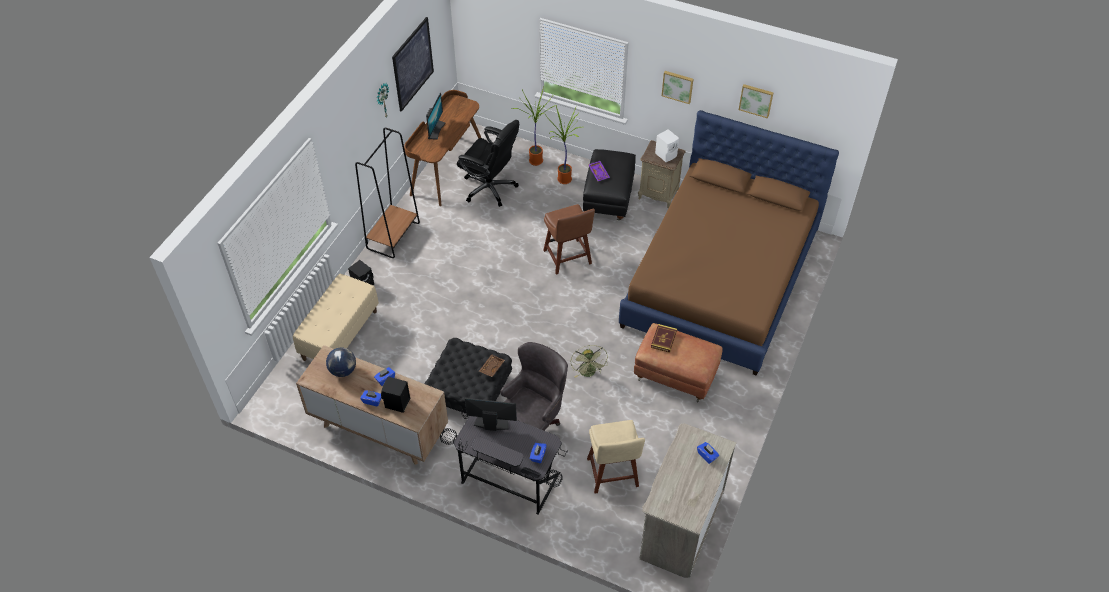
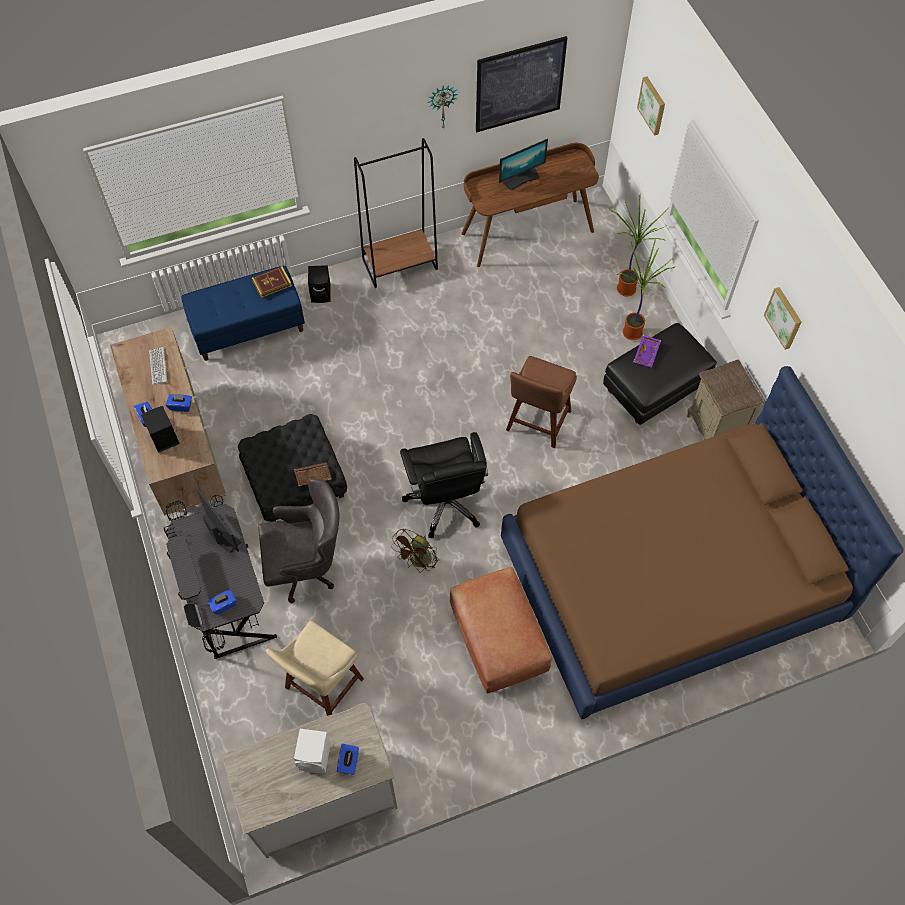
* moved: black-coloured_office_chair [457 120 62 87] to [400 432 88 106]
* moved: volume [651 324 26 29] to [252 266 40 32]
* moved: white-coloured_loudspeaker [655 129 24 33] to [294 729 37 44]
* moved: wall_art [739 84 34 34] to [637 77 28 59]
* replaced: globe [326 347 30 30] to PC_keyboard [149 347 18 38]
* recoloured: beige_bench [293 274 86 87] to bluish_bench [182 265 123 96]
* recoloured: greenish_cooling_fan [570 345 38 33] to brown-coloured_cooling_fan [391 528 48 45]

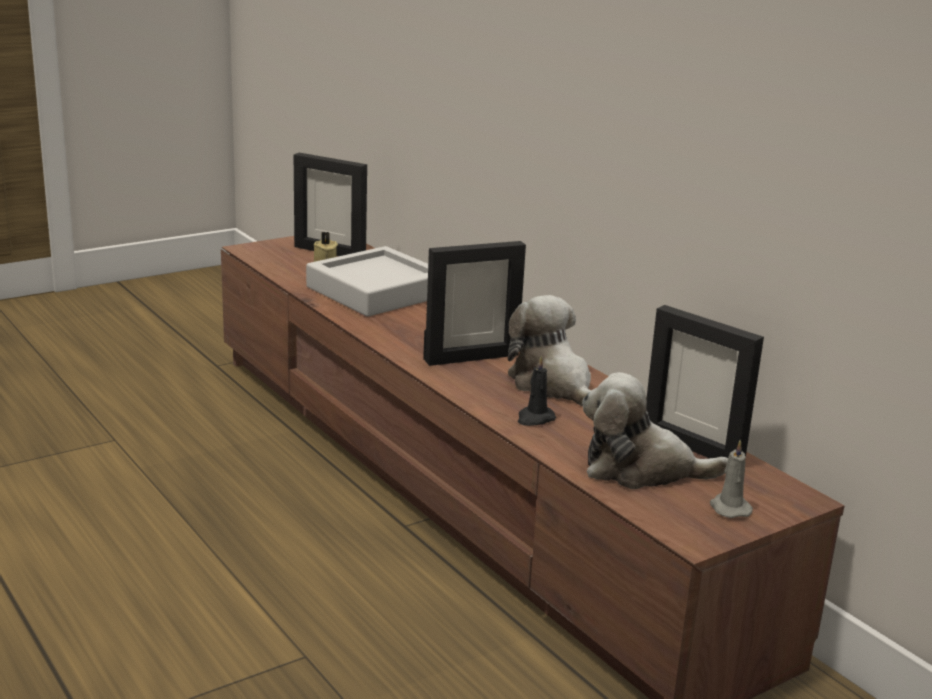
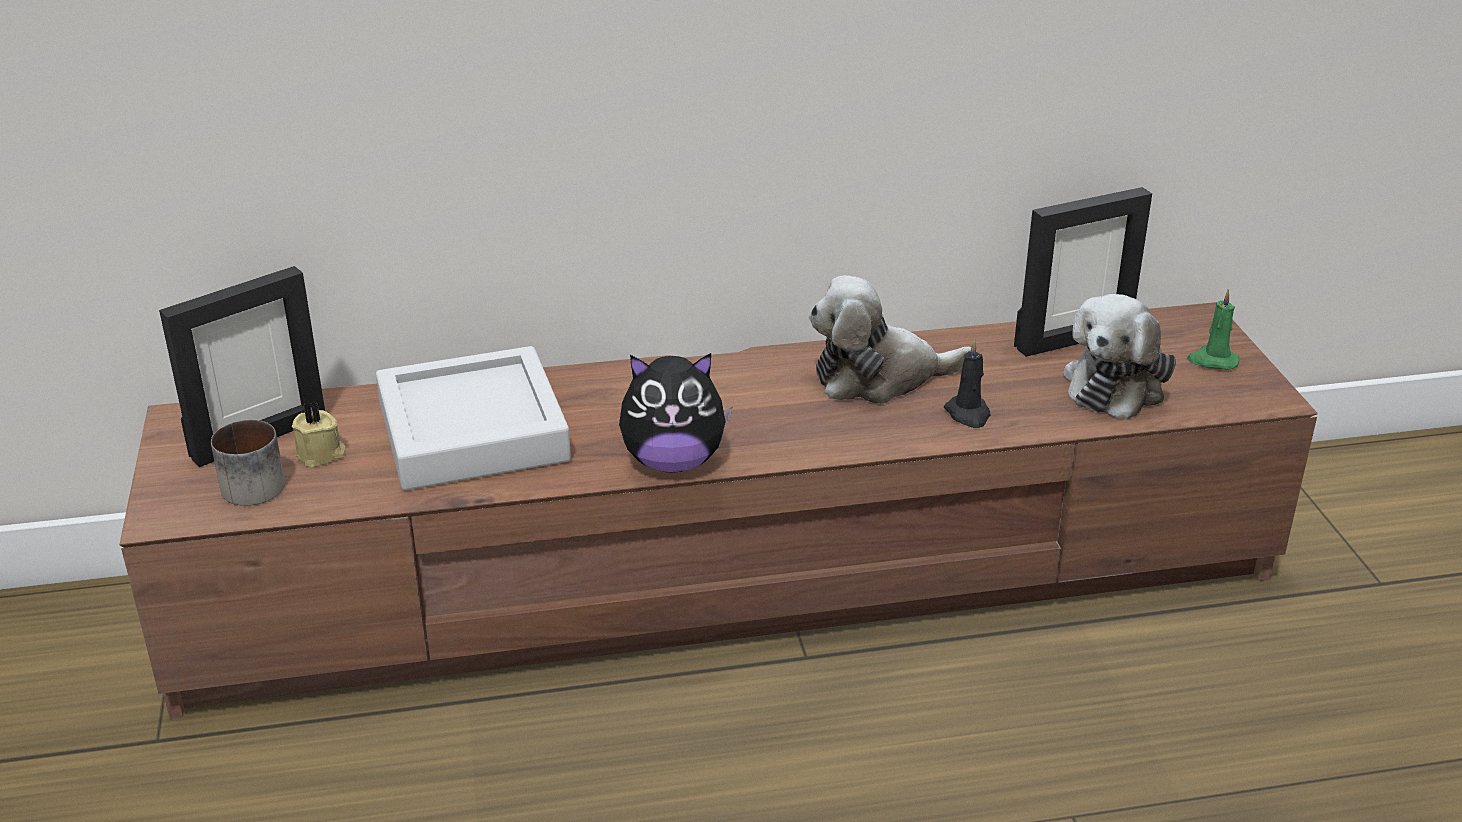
* removed: standing_frame [423 241 103 125]
* added: coffee_mug [211 420 74 86]
* added: soft_toy [619 353 113 120]
* recoloured: greyish_candle [710 439 43 79] to greenish_candle [1187 289 53 81]

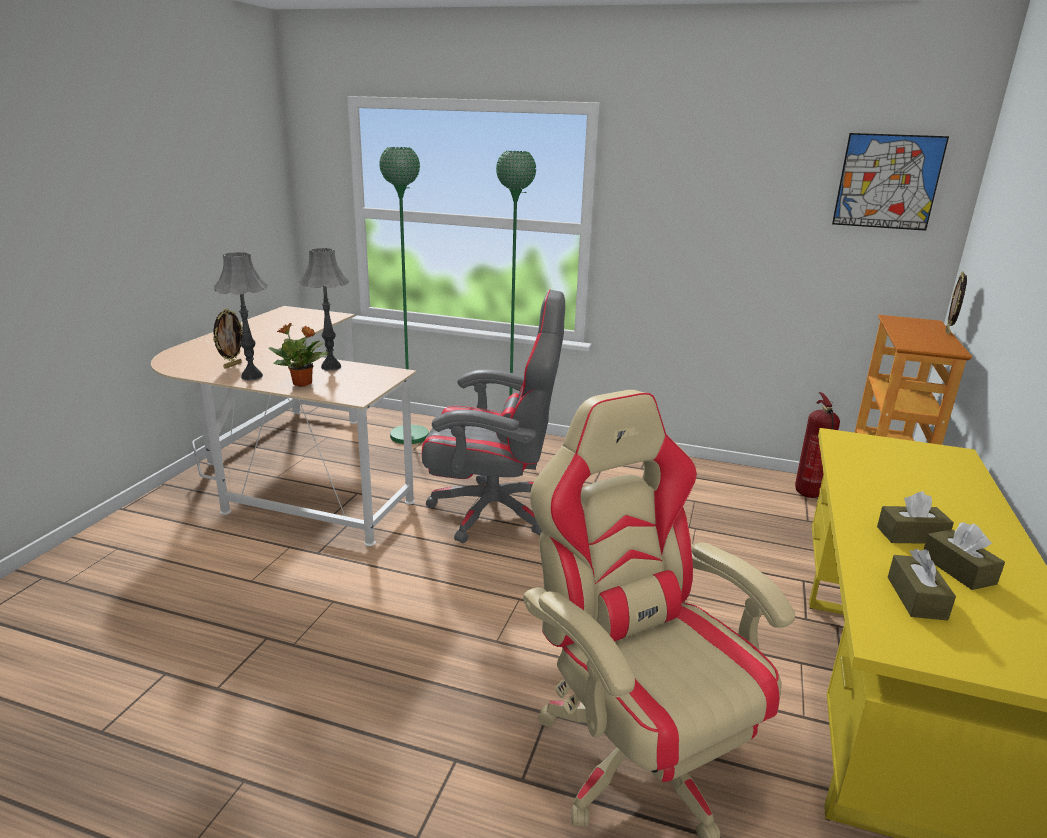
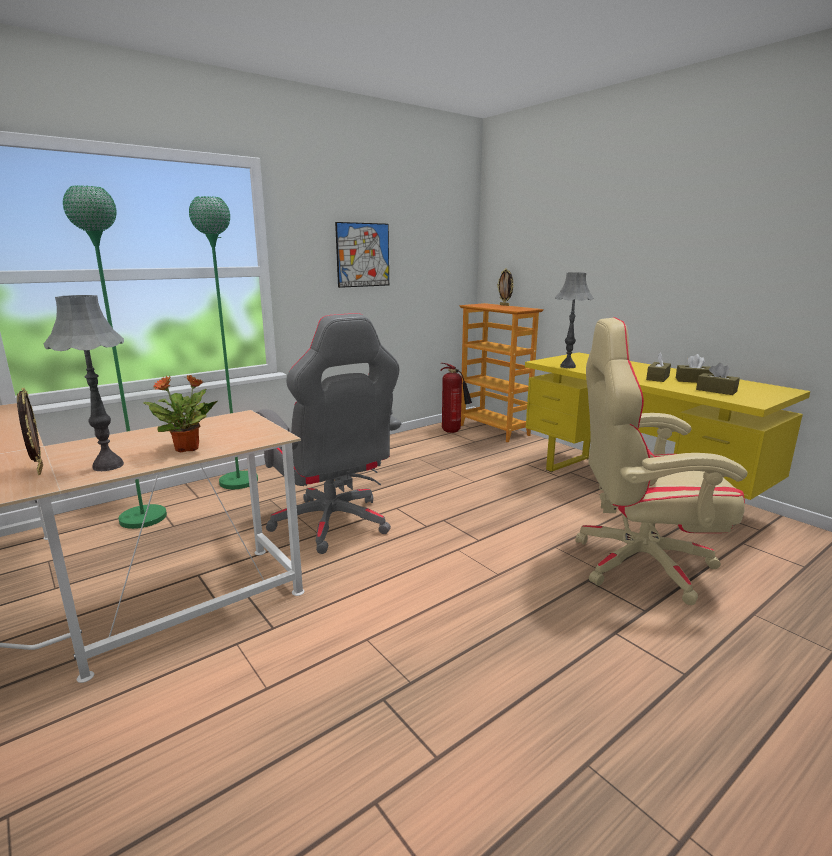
* moved: greyish_table_lamp [299 248 50 123] to [555 272 39 96]
* moved: wall_art [832 133 117 98] to [335 222 54 66]
* turned: greyish_office_chair [422 290 143 253] = [256 313 145 241] 105 degrees clockwise

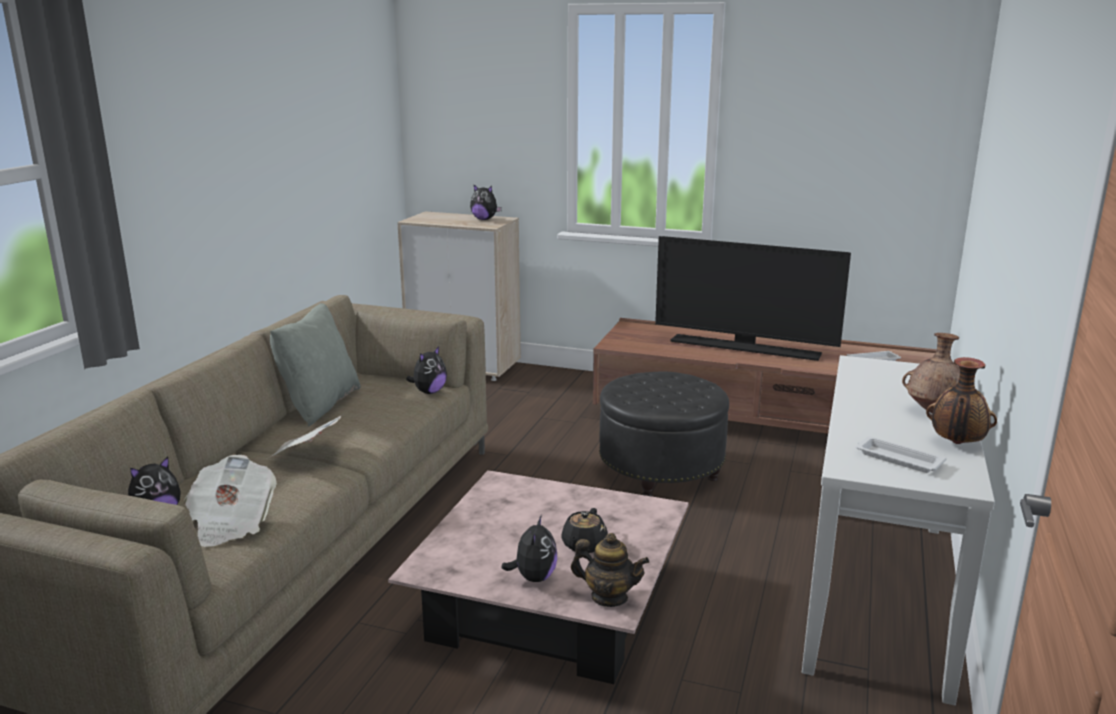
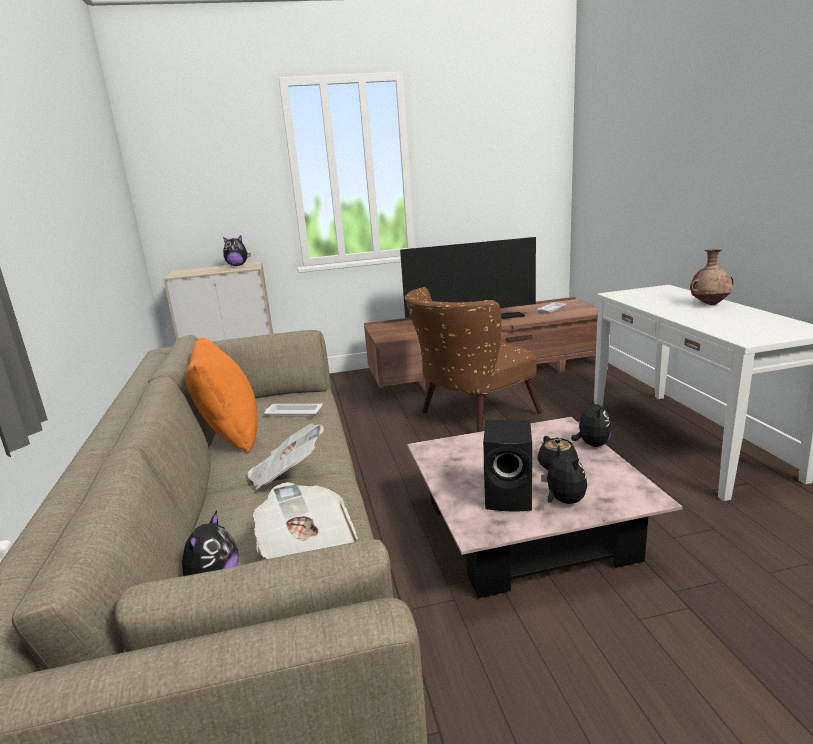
* removed: tea_pot [571 533 78 74]
* removed: flower_vase [926 357 71 87]
* added: black-coloured_loudspeaker [483 420 49 91]
* moved: soft_toy [406 346 41 48] to [571 398 40 49]
* moved: white-coloured_carrying_tray [856 436 91 37] to [264 403 59 14]
* replaced: black-coloured_pouffe [599 371 130 125] to brown-coloured_lounge_chair [404 287 138 145]
* recoloured: greyish_throw_pillow [270 303 91 124] to orange-coloured_throw_pillow [186 338 72 115]

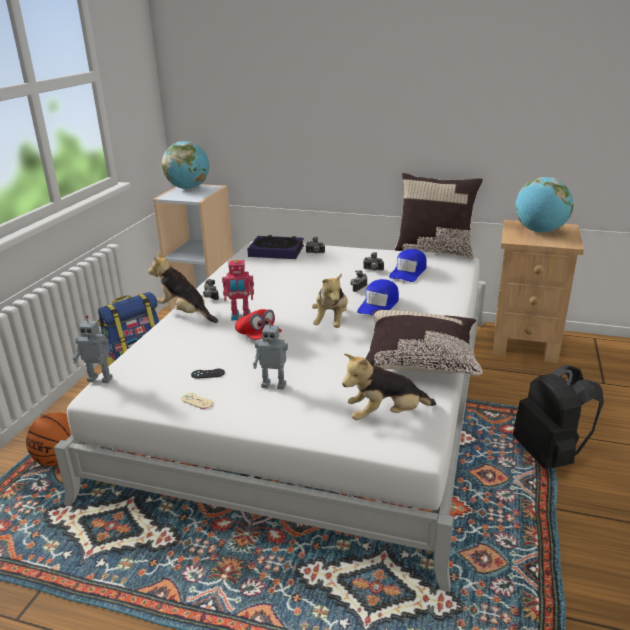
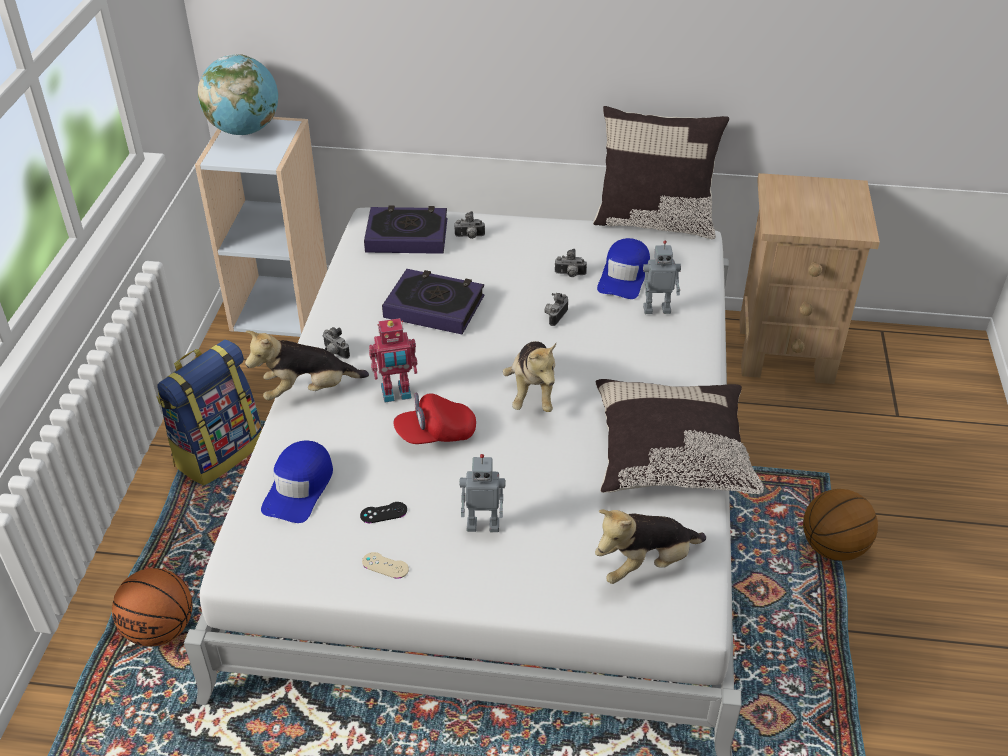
* removed: globe [515 177 58 56]
* added: volume [382 269 102 65]
* moved: model_robot [72 315 41 68] to [643 240 38 74]
* moved: bluish_cap [357 279 42 36] to [261 441 72 82]
* replaced: black-coloured_knapsack [513 365 91 103] to basketball_ball [803 489 75 72]
* turned: soft_toy [148 252 70 71] = [245 331 124 69] 45 degrees counterclockwise
* turned: reddish_cap [235 309 47 31] = [393 392 83 52] 120 degrees clockwise

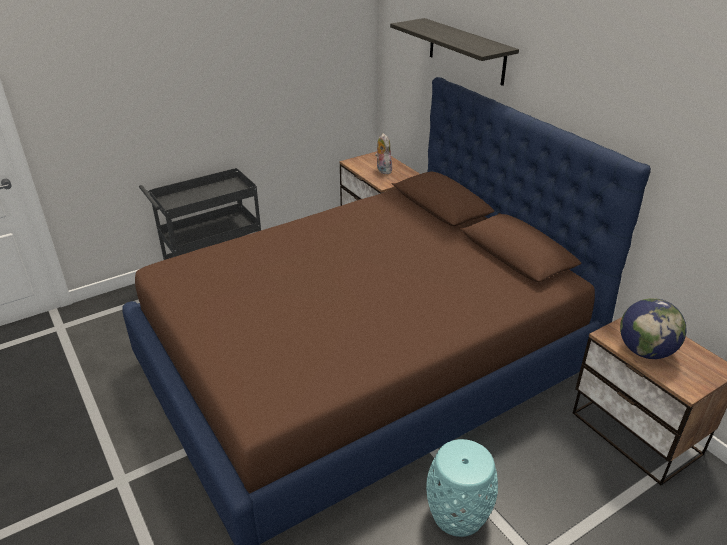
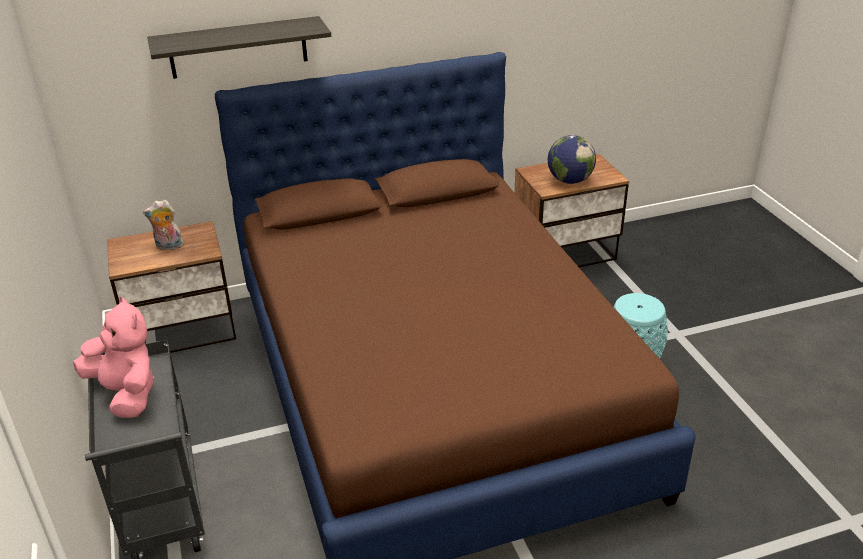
* added: pinkish_soft_toy [73 297 81 121]

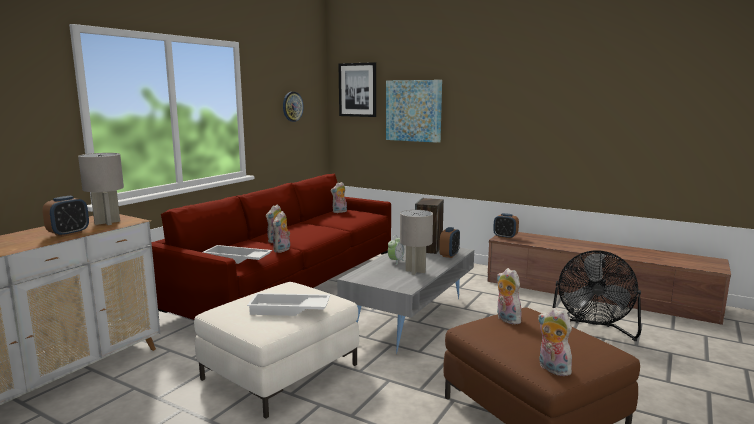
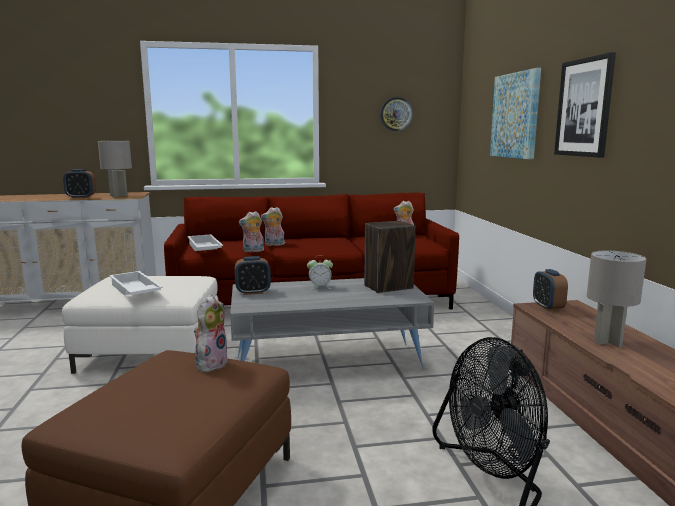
* removed: soft_toy [538 308 34 68]
* moved: wall_art [338 62 38 55] to [554 52 62 106]
* moved: greyish_table_lamp [400 210 33 65] to [587 251 59 96]
* moved: table_clock [439 227 21 31] to [235 256 36 39]

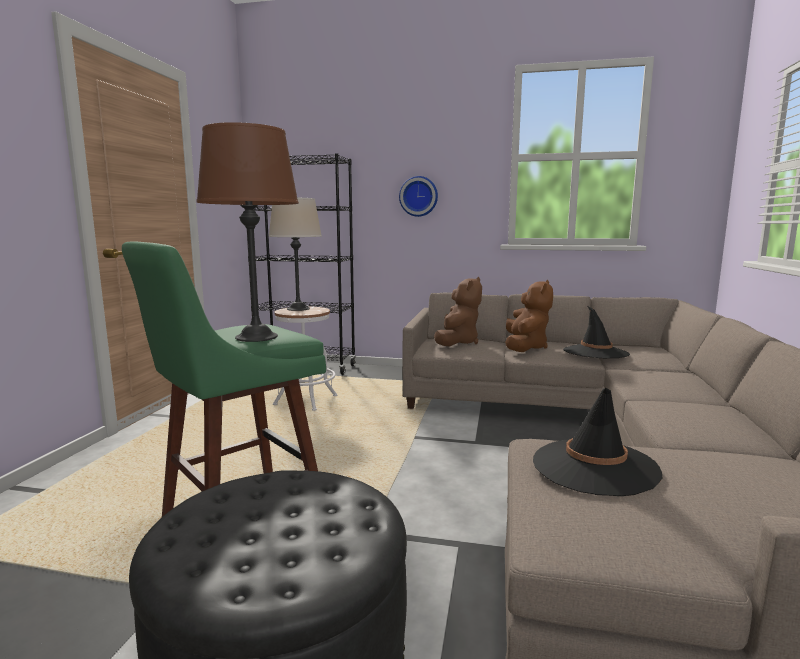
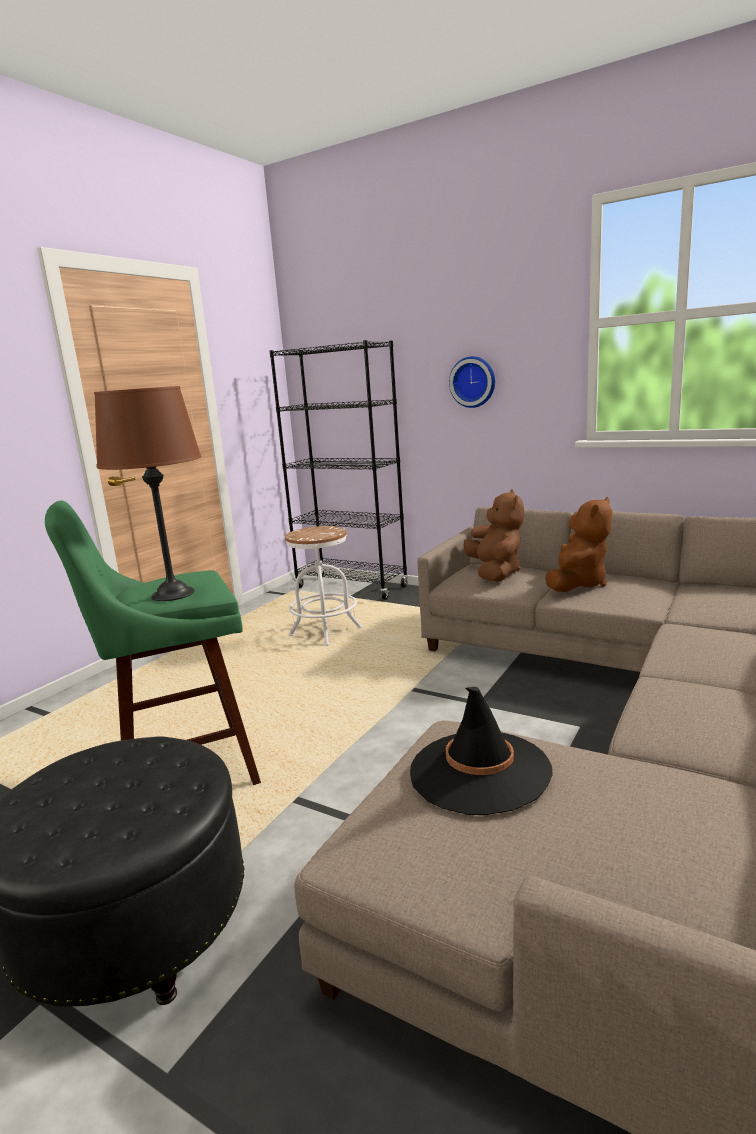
* removed: beige_table_lamp [269 198 53 113]
* removed: black-coloured_hat [563 306 67 52]
* turned: brown-coloured_soft_toy [434 277 48 70] = [464 489 60 93] 45 degrees counterclockwise

